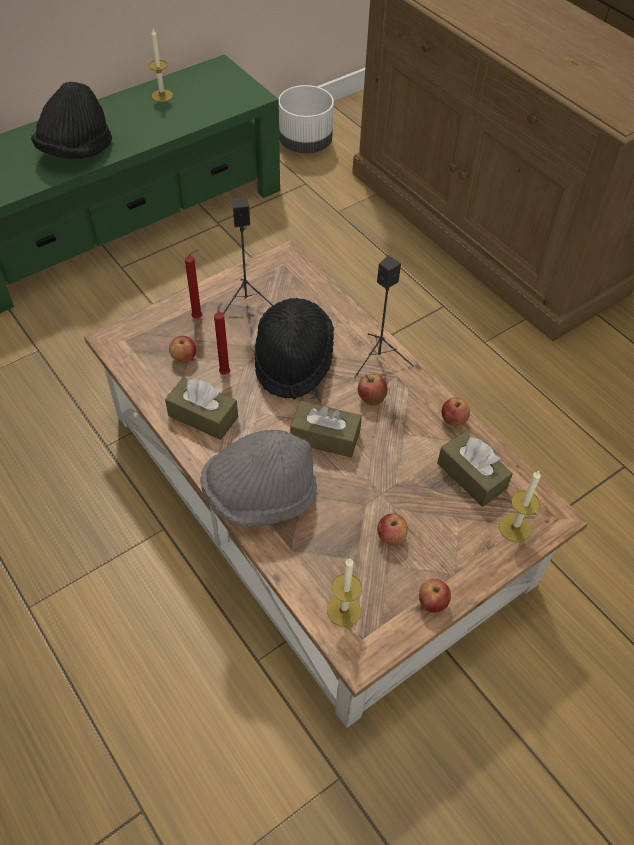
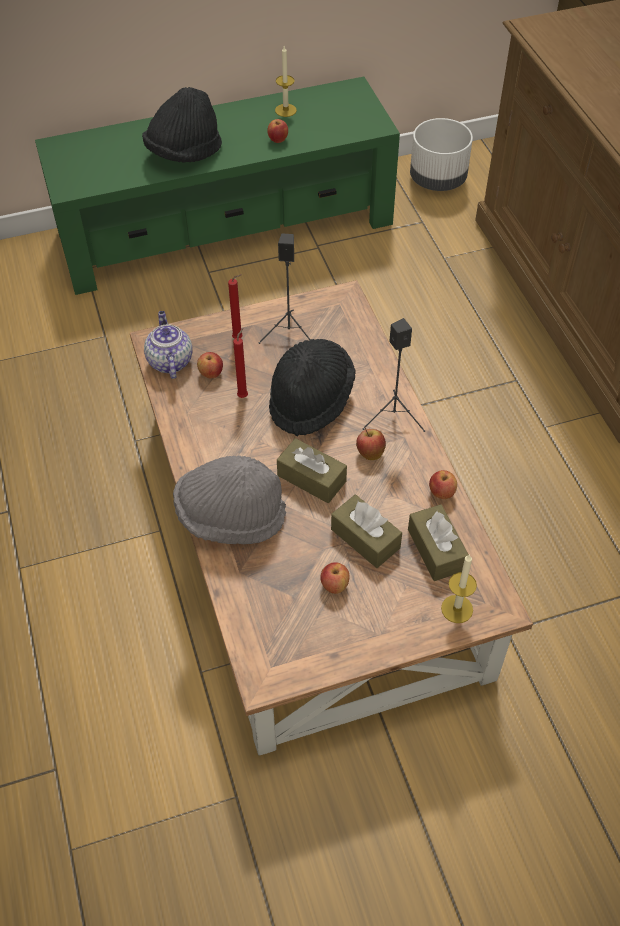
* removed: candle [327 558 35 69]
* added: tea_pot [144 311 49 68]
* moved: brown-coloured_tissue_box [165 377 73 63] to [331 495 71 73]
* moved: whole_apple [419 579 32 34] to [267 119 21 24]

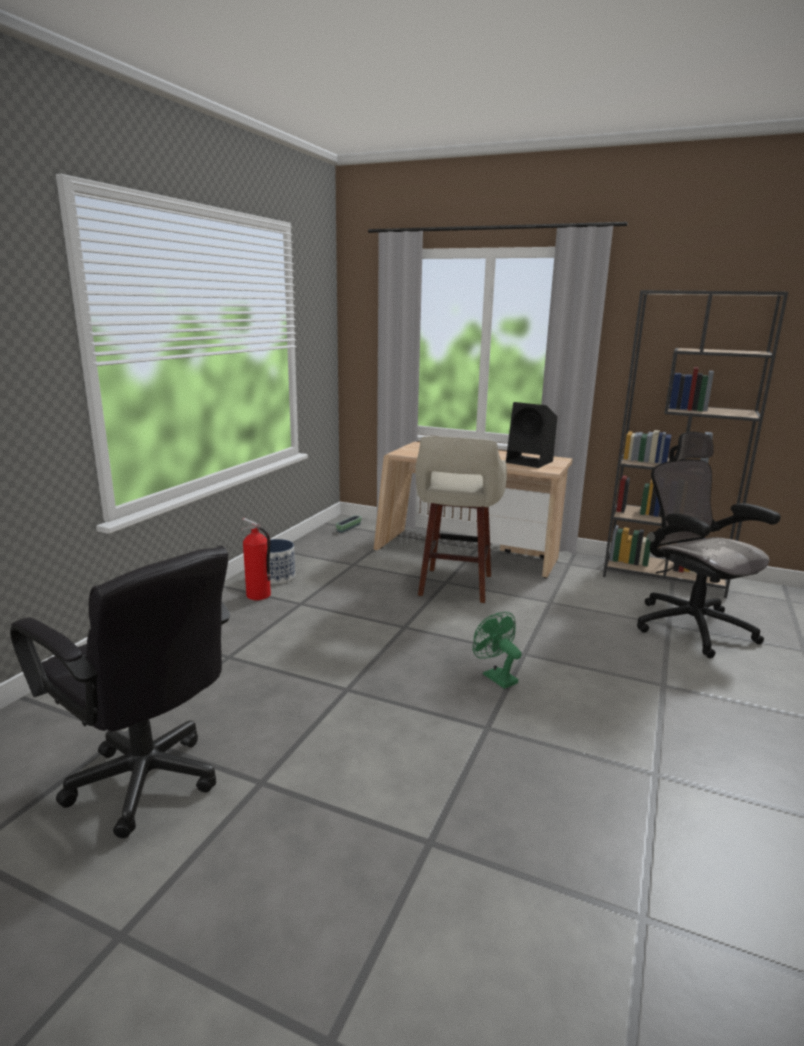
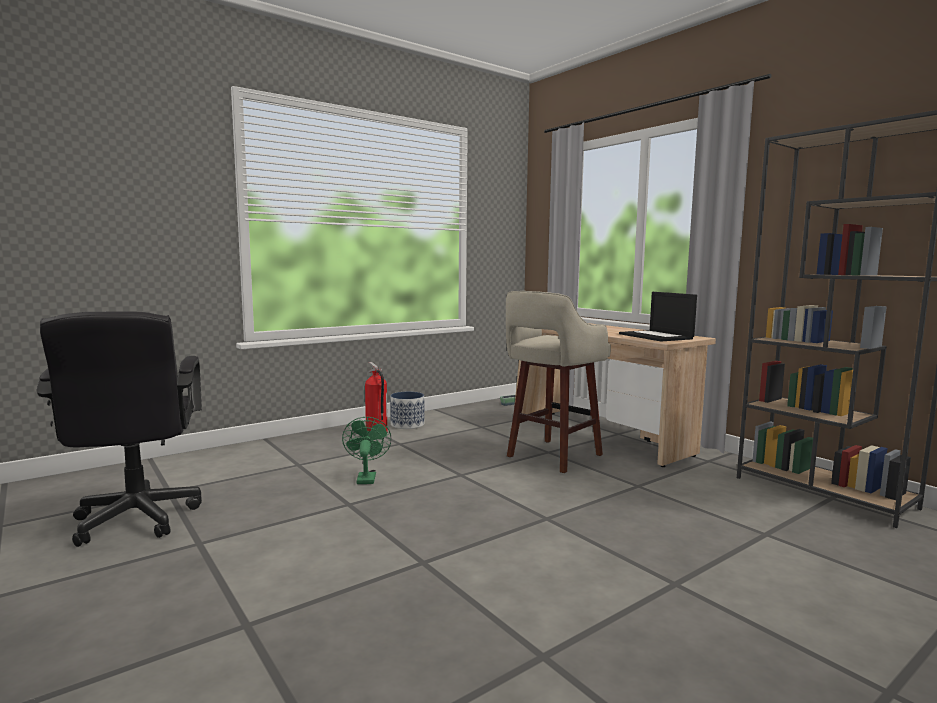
* removed: office_chair [637 432 144 226]
* moved: greenish_cooling_fan [473 612 49 77] to [342 417 50 67]
* replaced: black-coloured_loudspeaker [506 402 51 66] to laptop [619 292 78 49]

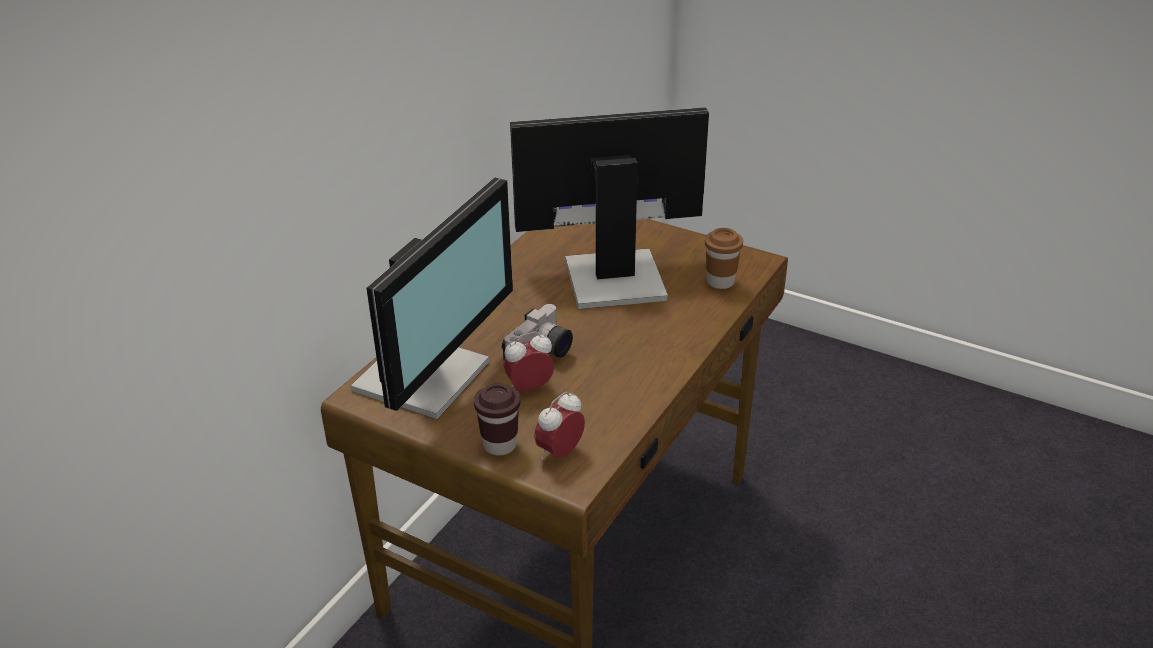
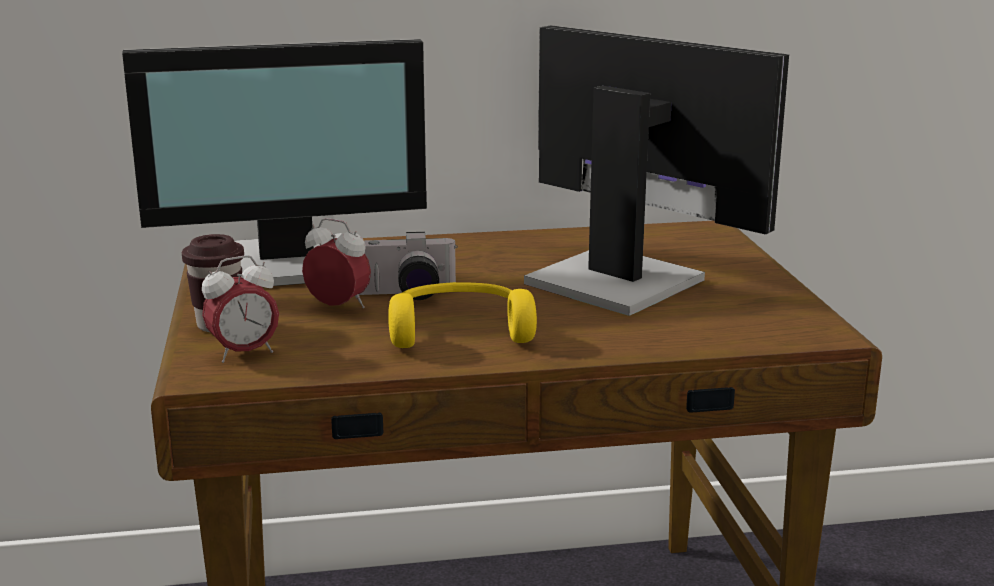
* removed: brown-coloured_drinking_cup [705 228 38 61]
* added: yellowish_headset [388 282 149 66]
* turned: table_clock [534 391 51 68] = [202 255 77 108] 150 degrees clockwise

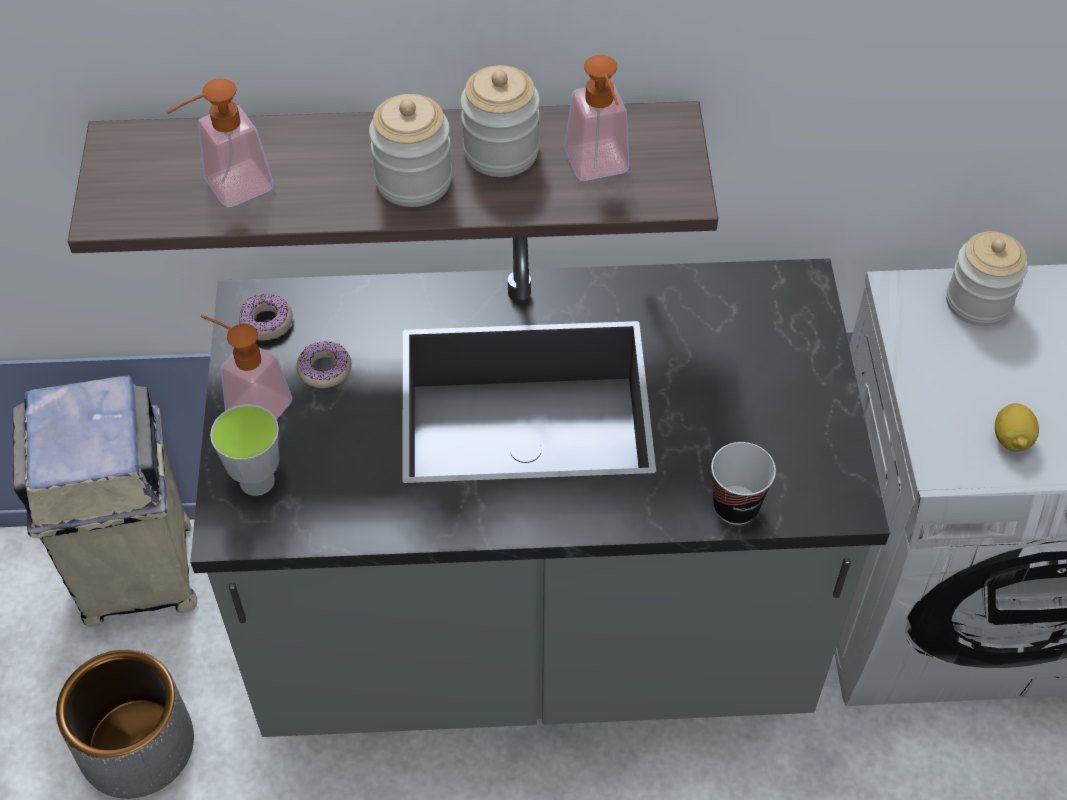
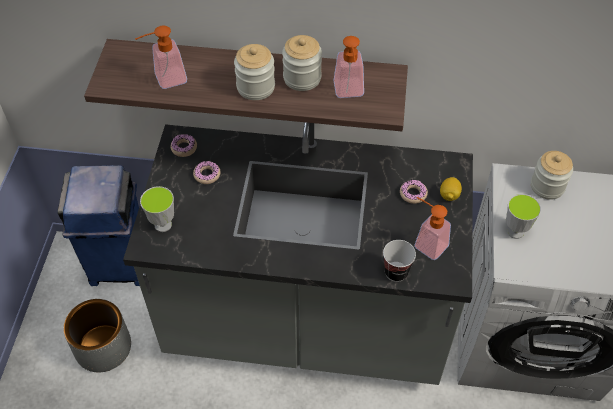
* added: doughnut [400 180 28 24]
* added: drinking_cup [506 194 35 45]
* moved: soap_bottle [201 315 92 105] to [414 197 37 63]
* moved: citrus_fruit [995 403 44 49] to [440 177 22 24]
* recoloured: beige_waste_bin [12 375 185 252] to bluish_waste_bin [58 165 82 121]

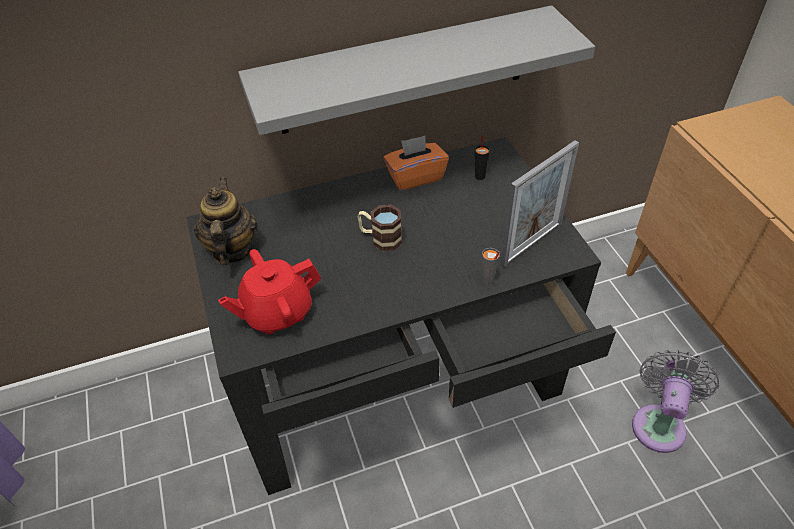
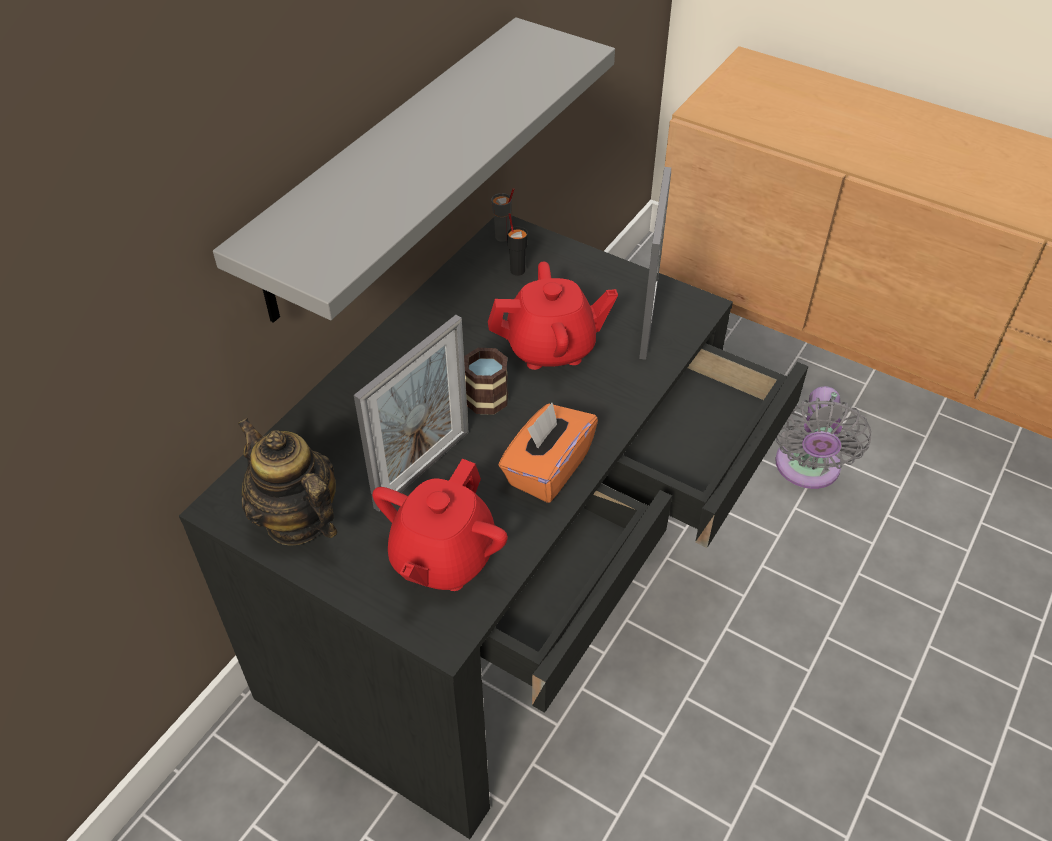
* added: standing_frame [354 315 115 197]
* added: reddish_tea_pot [488 261 130 109]
* moved: orange-coloured_tissue_box [383 135 66 55] to [498 403 100 100]
* moved: greyish_drinking_cup [482 248 18 37] to [491 188 23 54]
* turned: greyish_cooling_fan [632 350 87 103] = [775 386 96 103] 150 degrees counterclockwise

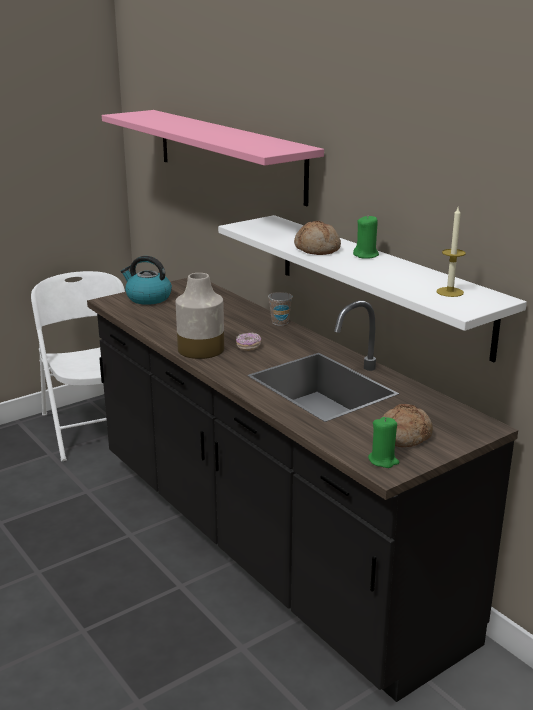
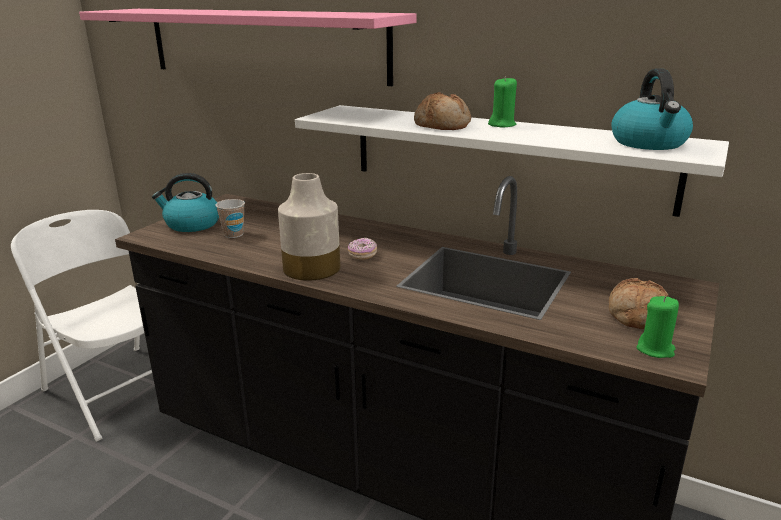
* moved: drinking_cup [268 292 25 34] to [215 199 30 39]
* replaced: candle [436 207 30 90] to tea_kettle [611 69 82 81]

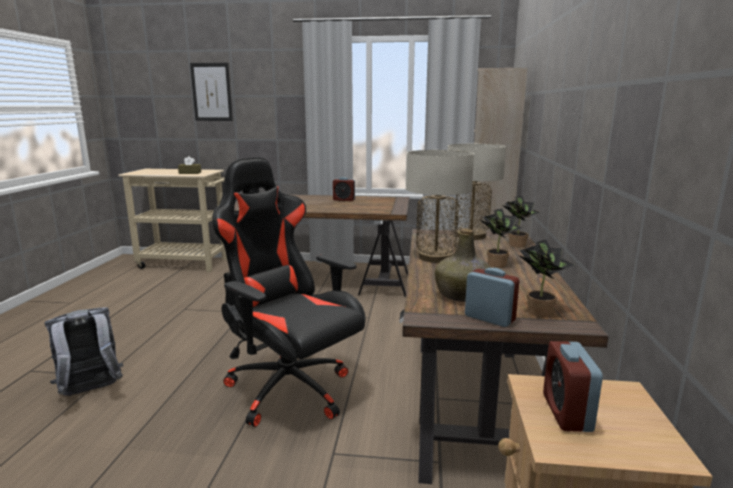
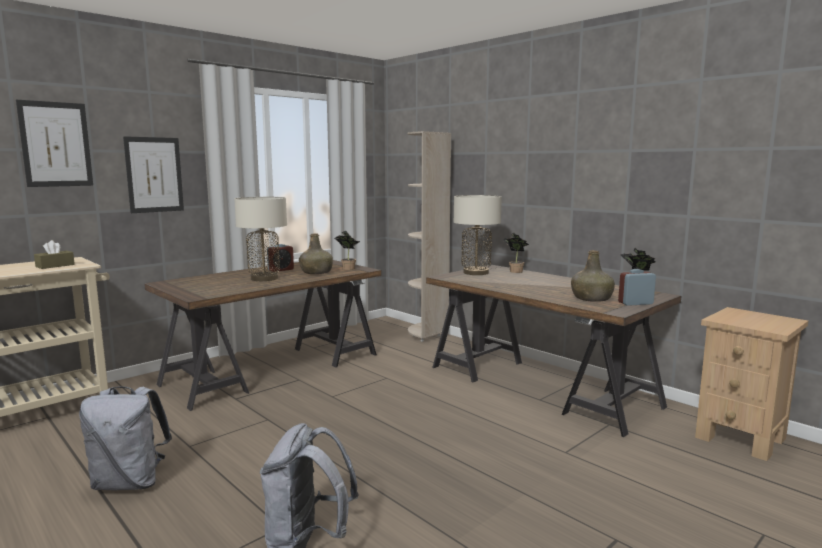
* removed: black-coloured_office_chair [212 157 154 270]
* removed: table_clock [543 341 60 91]
* added: greyish_knapsack [79 386 93 104]
* added: wall_art [123 136 61 77]
* added: greenish_drink_bottle [299 233 34 41]
* moved: table_lamp [406 150 68 113] to [234 197 53 84]
* moved: houseplant [479 208 43 60] to [334 231 26 39]

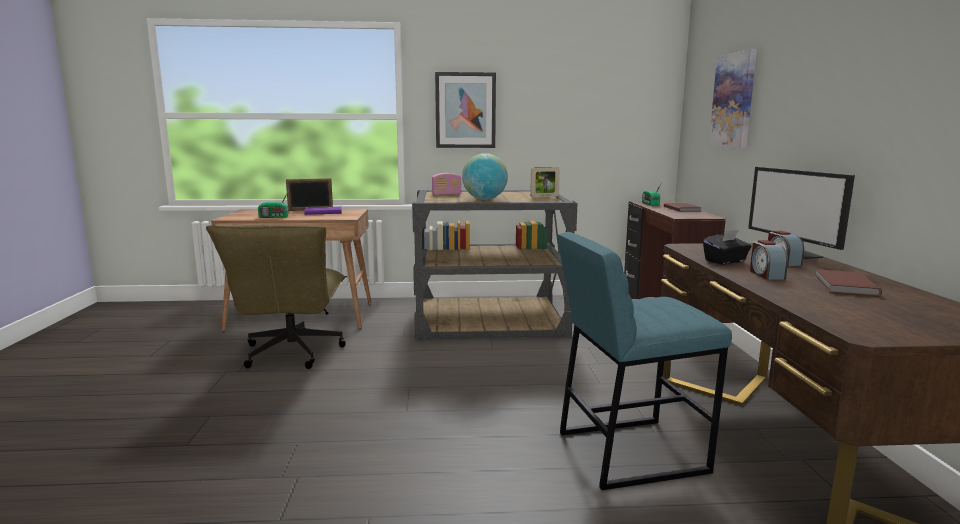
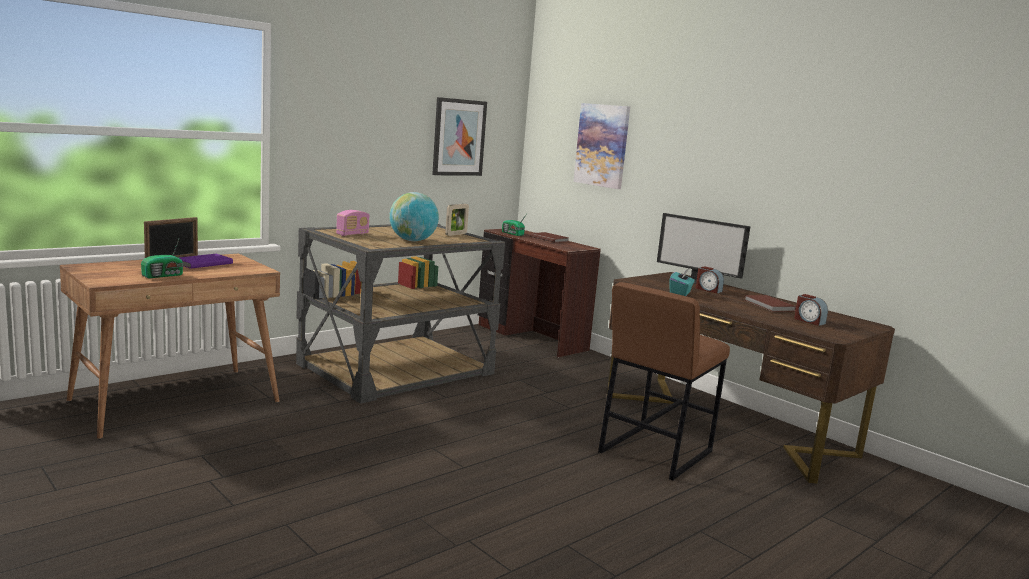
* removed: beige_office_chair [206 224 141 145]
* moved: wall_art [435 72 61 76] to [432 97 55 79]
* moved: table_clock [750 240 38 40] to [794 294 34 32]
* recoloured: bluish_stool_seat [557 232 175 258] to brown-coloured_stool_seat [598 282 132 198]
* recoloured: black-coloured_tissue_box [703 230 48 35] to blue-green_tissue_box [669 269 26 27]

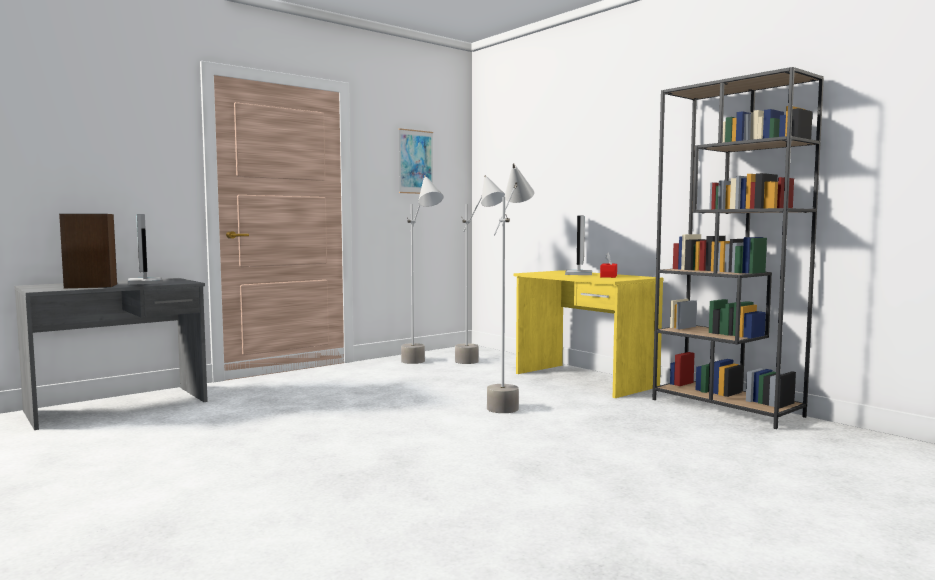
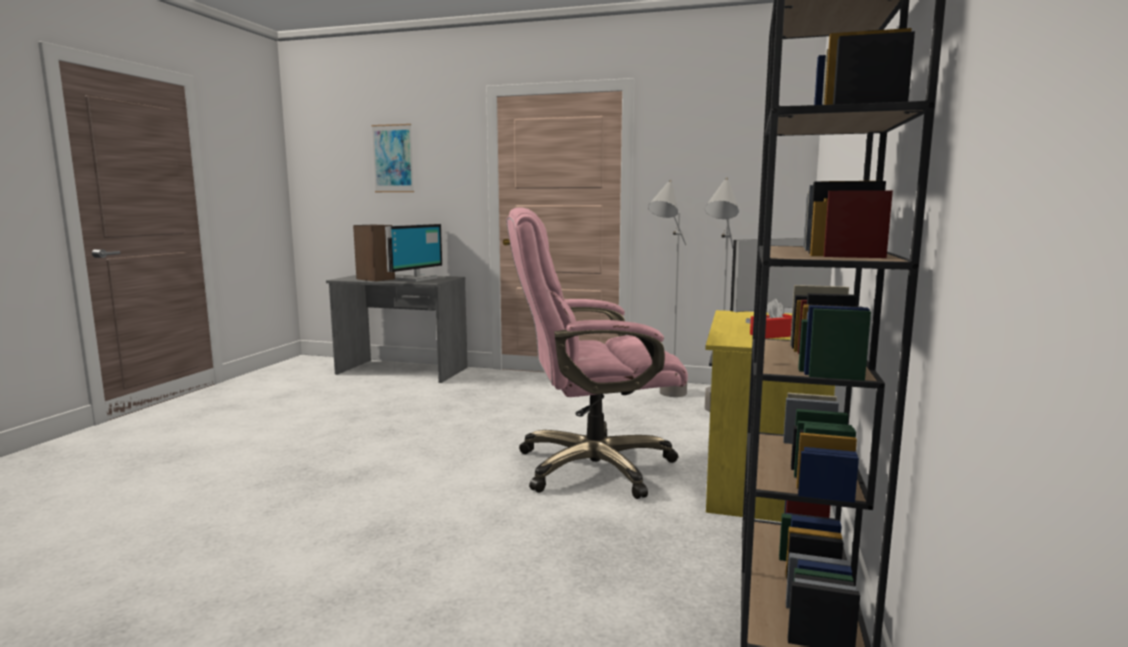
* moved: wall_art [398 128 35 66] to [372 124 42 68]
* replaced: greyish_standing_lamp [487 163 47 250] to pinkish_office_chair [506 207 182 292]

